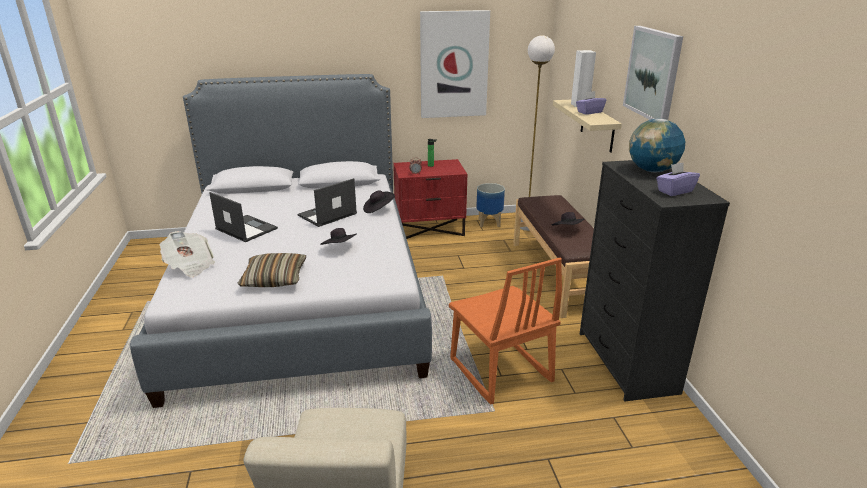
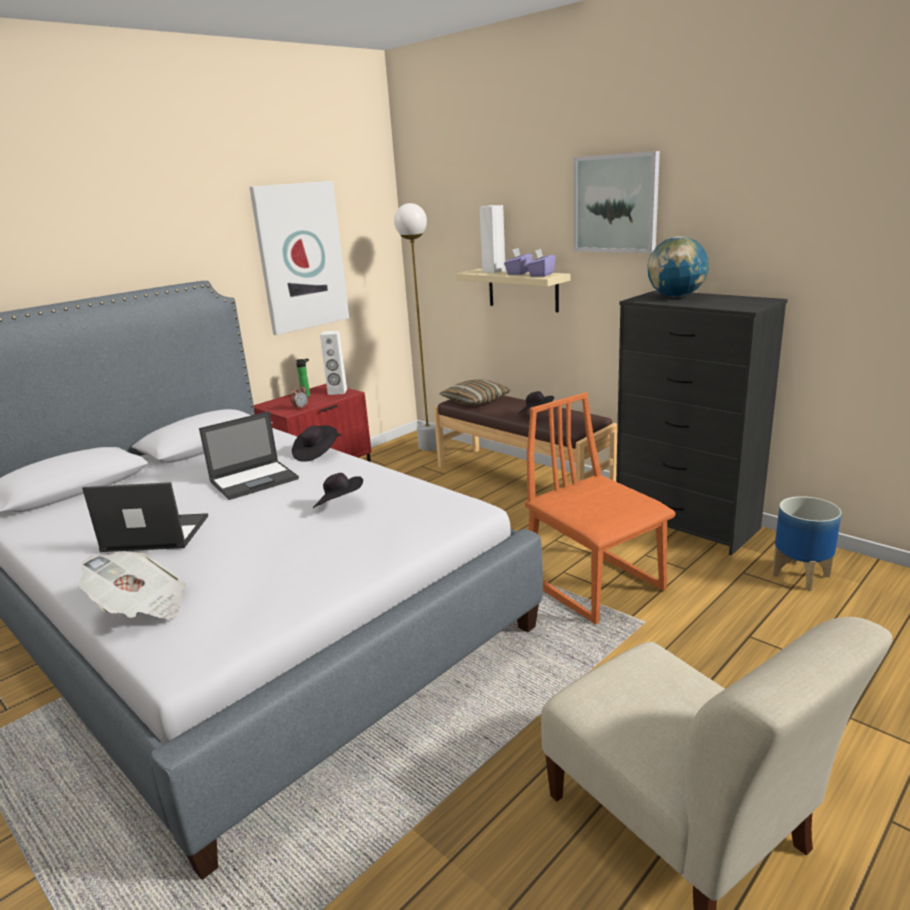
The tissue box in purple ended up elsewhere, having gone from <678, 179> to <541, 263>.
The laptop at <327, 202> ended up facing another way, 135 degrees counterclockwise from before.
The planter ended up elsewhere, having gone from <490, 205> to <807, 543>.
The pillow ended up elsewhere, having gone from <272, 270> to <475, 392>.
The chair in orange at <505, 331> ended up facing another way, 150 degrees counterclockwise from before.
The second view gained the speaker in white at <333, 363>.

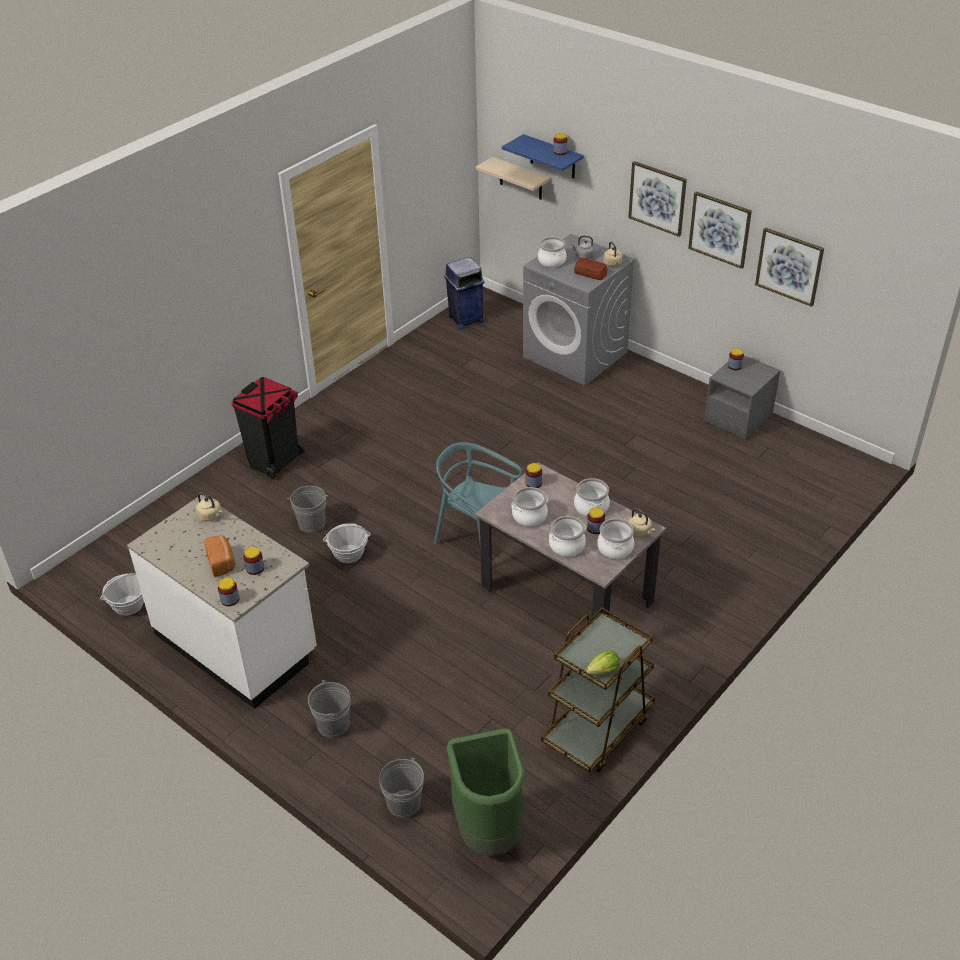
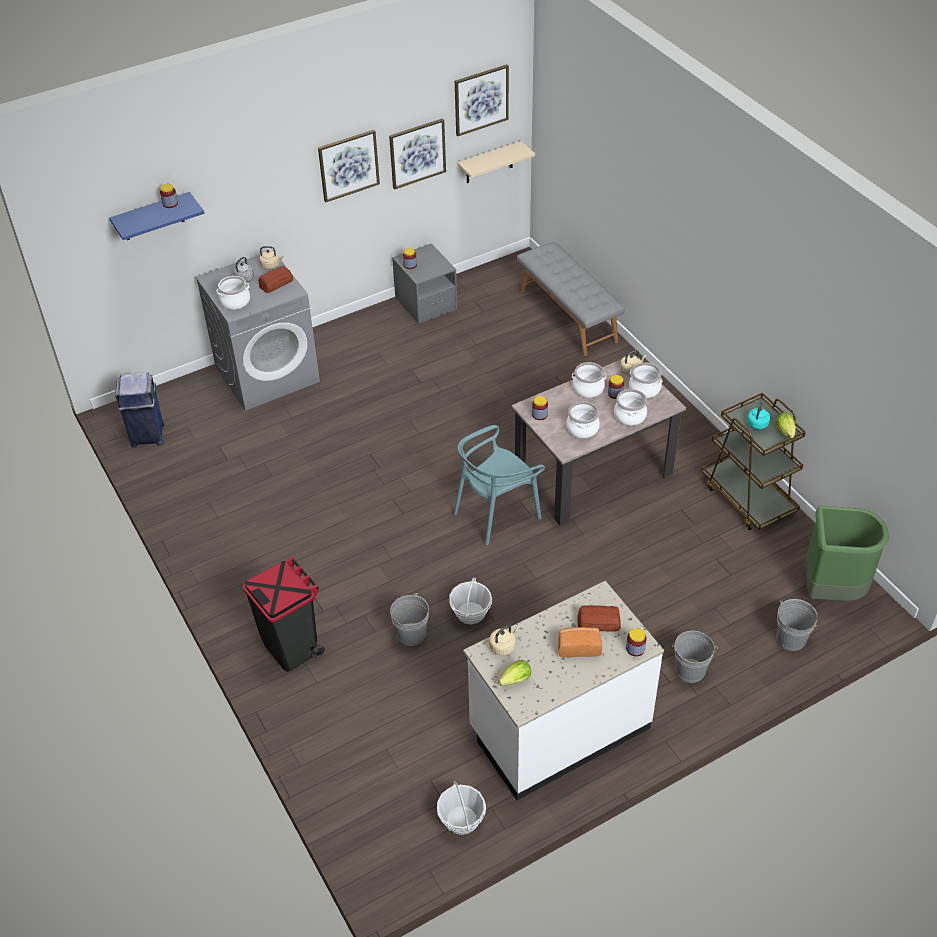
The shelf in beige ended up elsewhere, having gone from <513, 178> to <496, 162>.
The picture ended up elsewhere, having gone from <657, 199> to <482, 100>.
Where the jar stood at <253, 561>, the bread came to stand at <599, 618>.
The second view gained the bench in grey at <571, 299>.
The second view gained the kettle in turquoise at <758, 415>.
The second view gained the lettuce at <514, 673>.

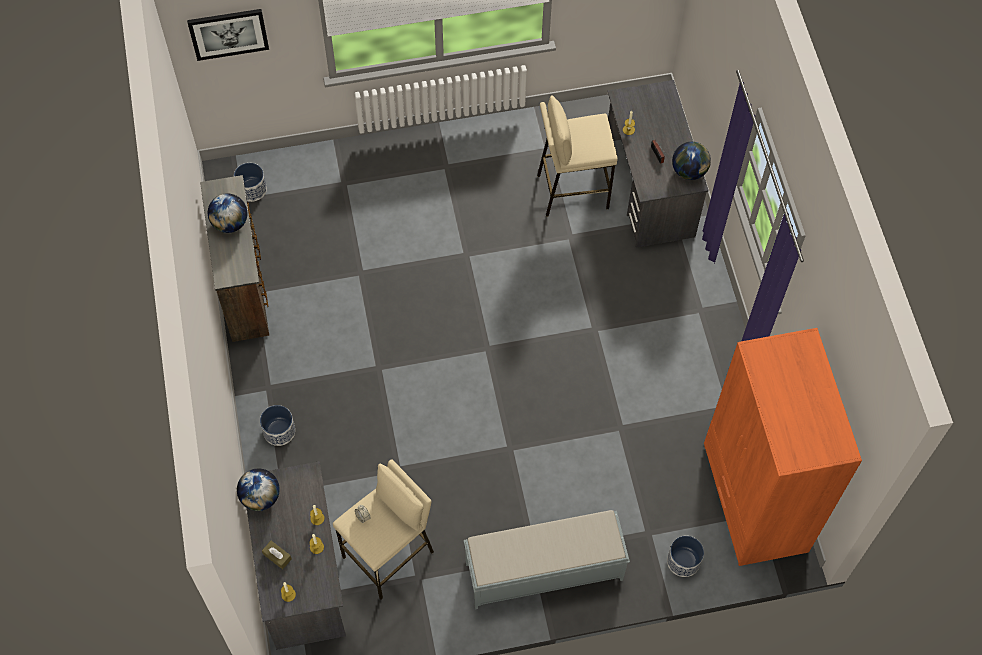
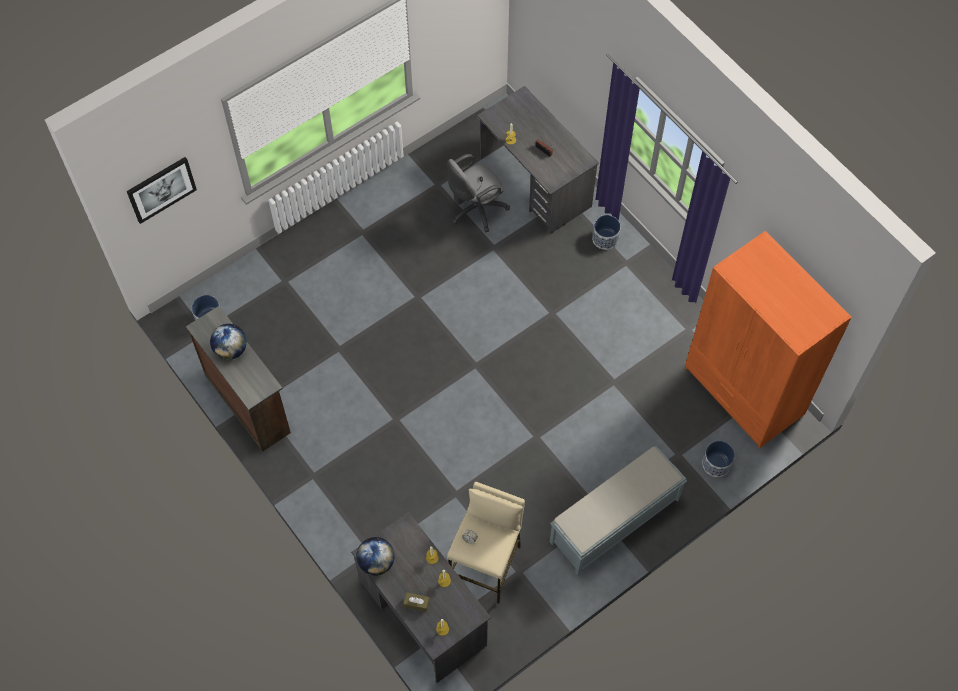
Where the stool in beige stood at <577, 156>, the office chair in grey came to stand at <478, 193>.
The second view lost the globe at <691, 161>.
The planter ended up elsewhere, having gone from <277, 425> to <606, 232>.

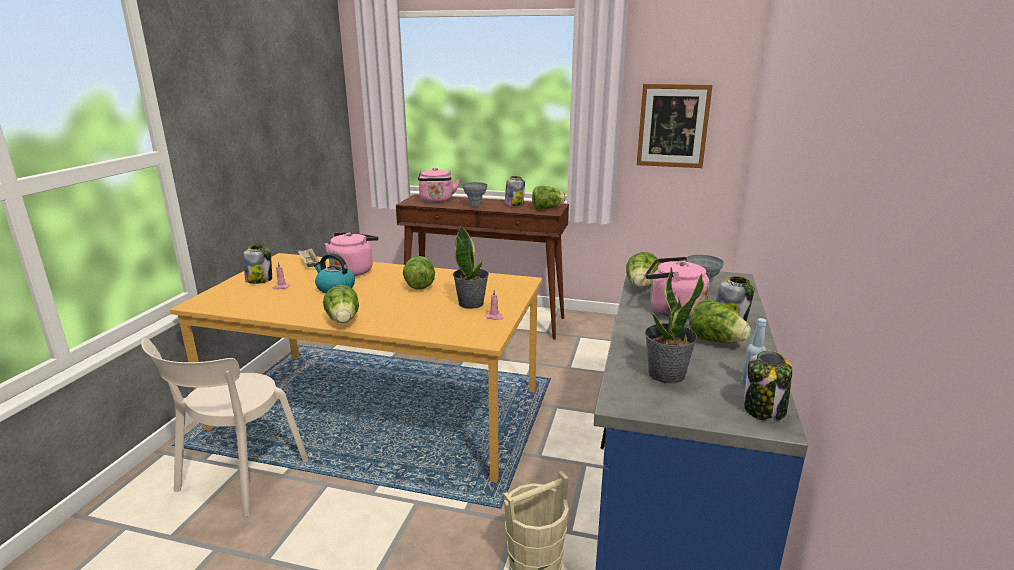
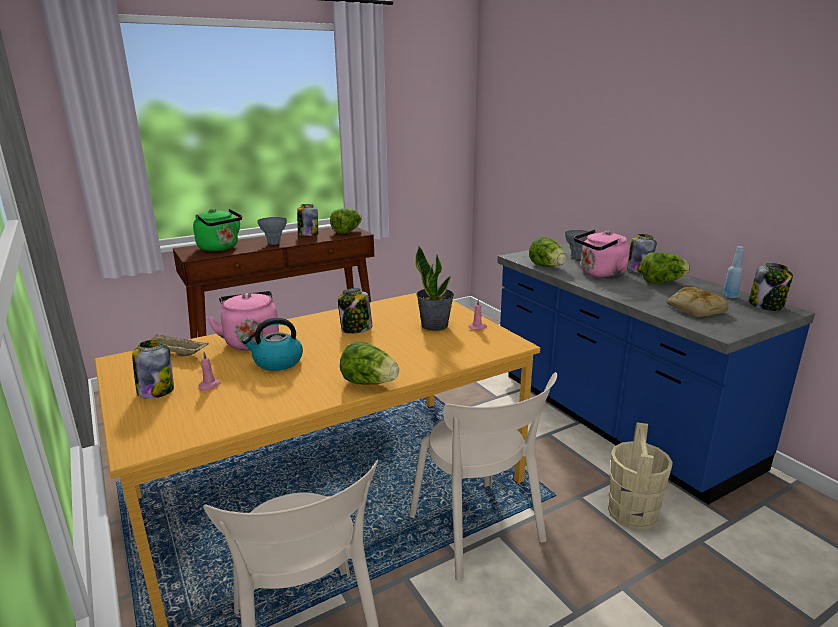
The second view lost the picture at <675, 126>.
What was the kettle in pink at <439, 185> turned into the kettle in green at <217, 230>.
Where the lettuce stood at <419, 273>, the jar came to stand at <355, 311>.
Where the potted plant stood at <674, 325>, the bread came to stand at <697, 302>.
The second view gained the chair in beige at <483, 476>.

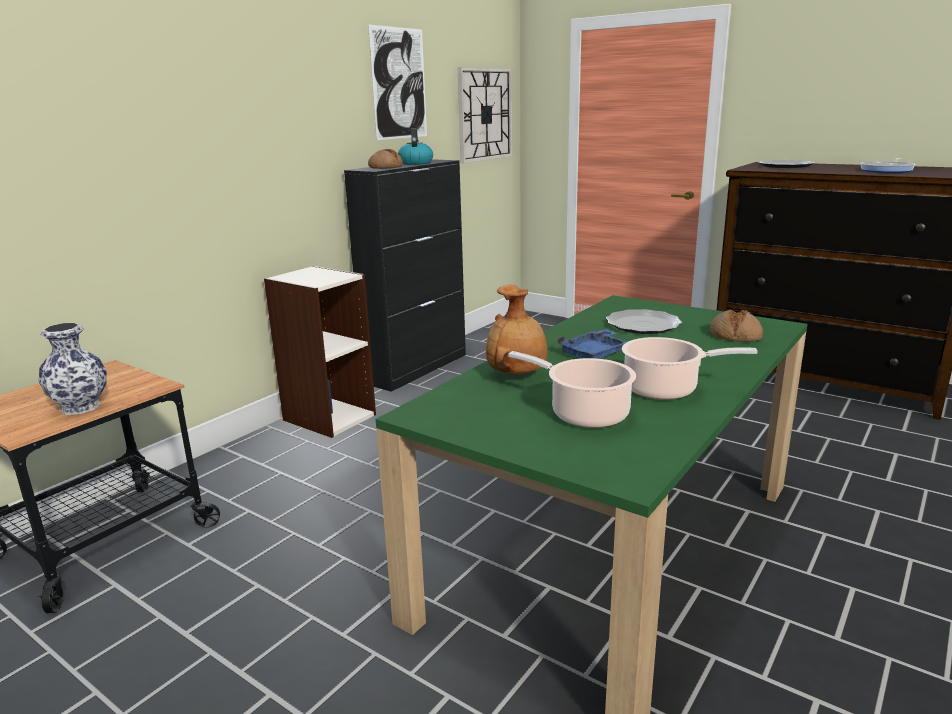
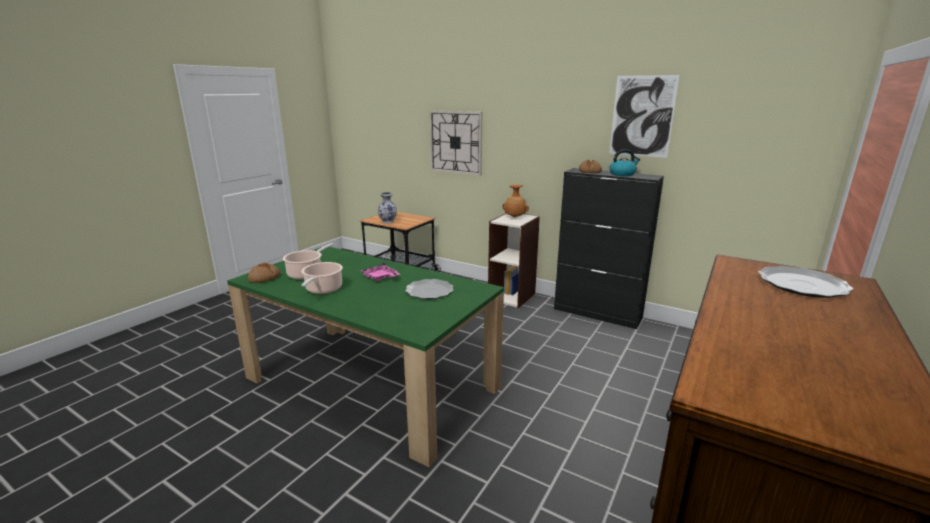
The wall clock ended up elsewhere, having gone from <485, 115> to <455, 143>.
The second view lost the frying pan at <887, 165>.
The vase in brown ended up elsewhere, having gone from <517, 329> to <515, 201>.
The bread ended up elsewhere, having gone from <736, 326> to <264, 273>.
What was the tray in blue at <592, 344> turned into the tray in pink at <380, 271>.

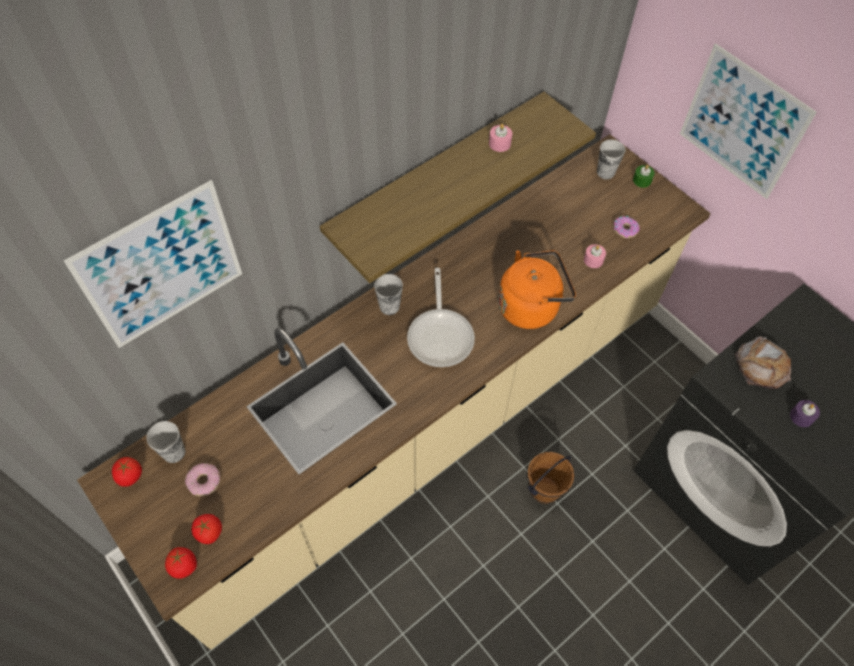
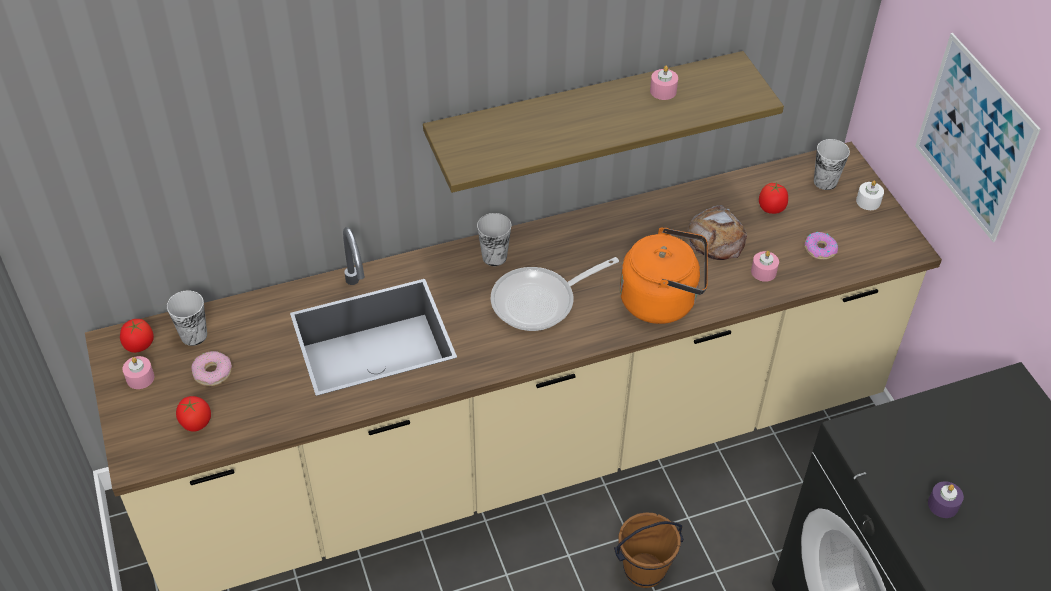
What was the candle in green at <644, 176> turned into the candle in white at <870, 195>.
The second view lost the picture at <153, 264>.
The frying pan at <441, 317> ended up facing another way, 45 degrees clockwise from before.
The bread ended up elsewhere, having gone from <763, 362> to <717, 232>.
The tomato ended up elsewhere, having gone from <181, 563> to <773, 198>.
The second view gained the candle in pink at <138, 372>.

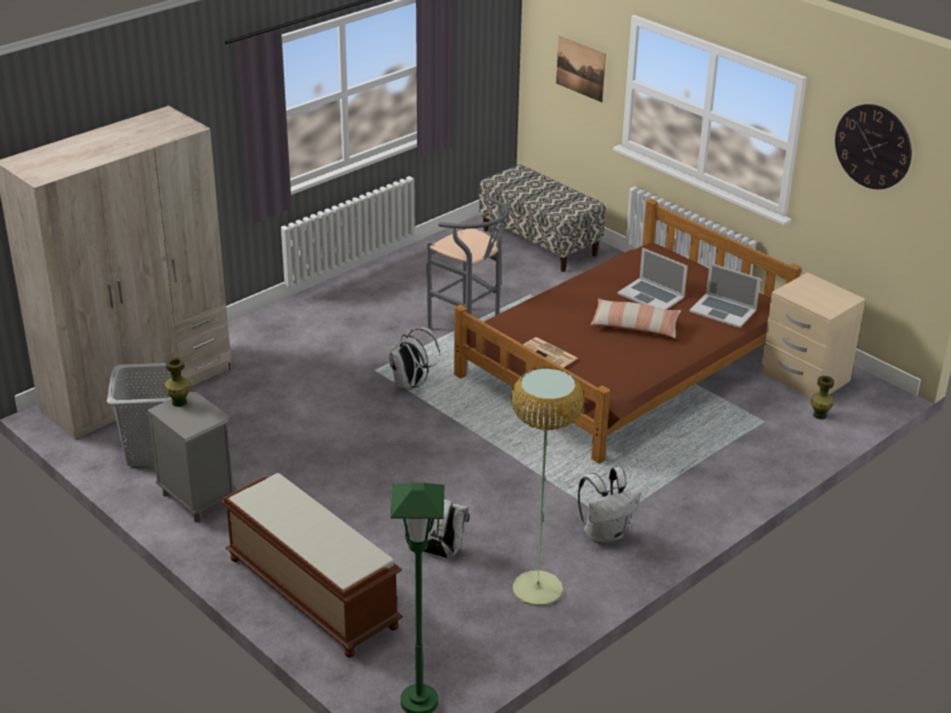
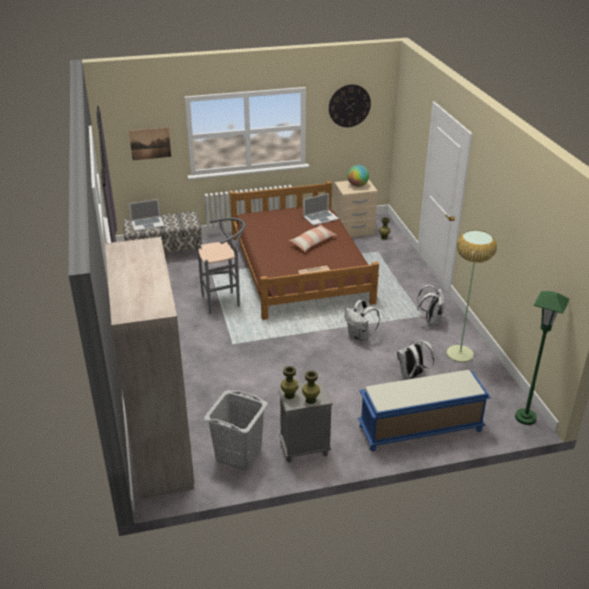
The laptop ended up elsewhere, having gone from <652, 279> to <147, 215>.
The backpack in white ended up elsewhere, having gone from <414, 358> to <362, 321>.
What was the bench in brown at <312, 565> turned into the bench in blue at <424, 410>.
The second view gained the globe at <358, 176>.
The second view gained the vase in green at <311, 387>.

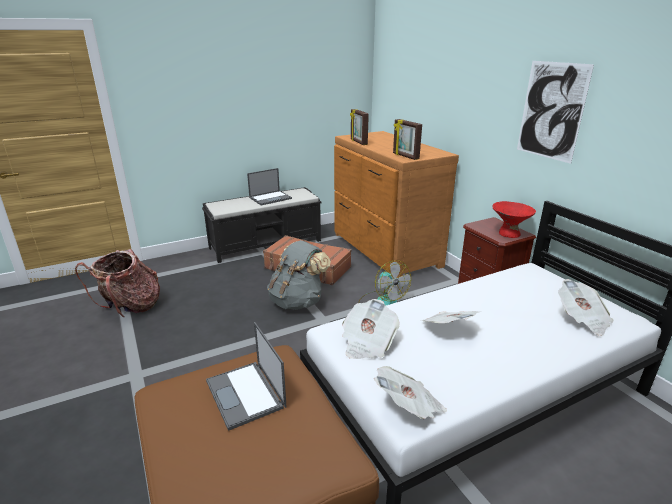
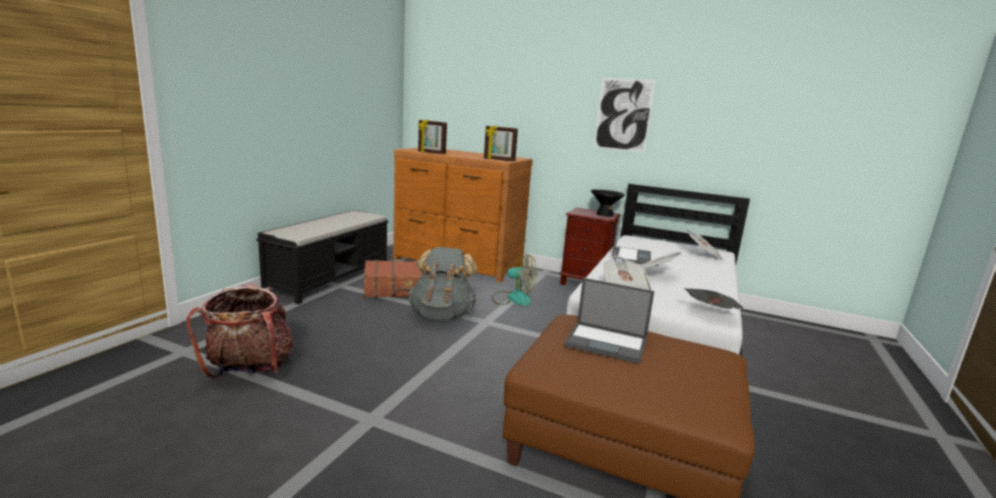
The laptop ended up elsewhere, having gone from <269, 186> to <631, 240>.
What was the bowl in red at <514, 219> turned into the bowl in black at <608, 202>.

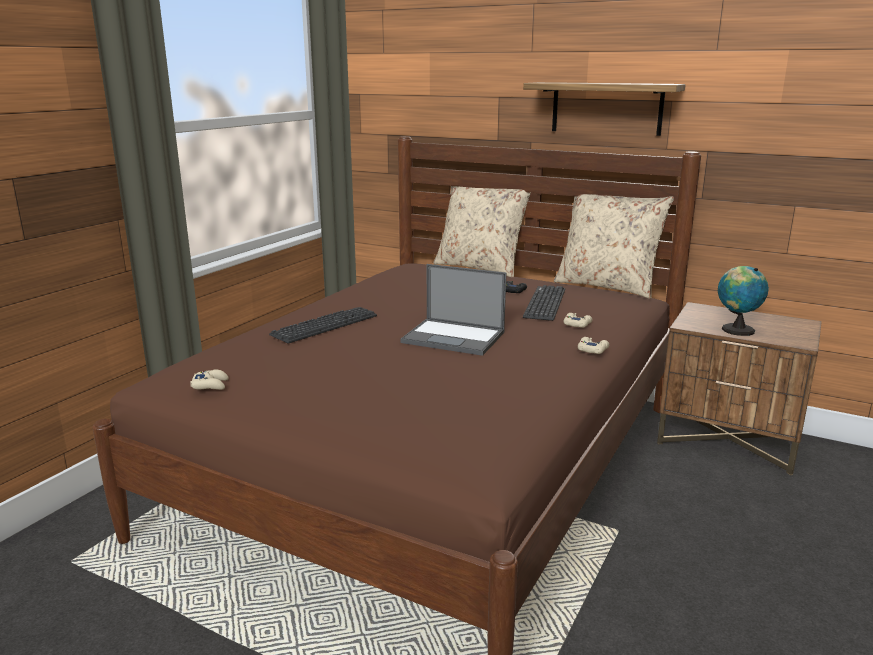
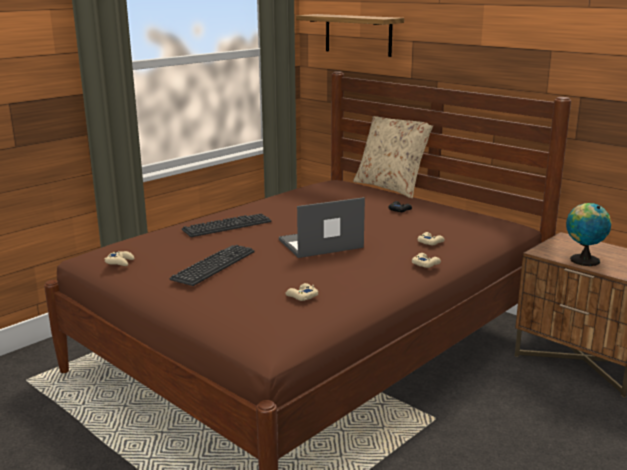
The shelf ended up elsewhere, having gone from <604, 109> to <350, 35>.
The second view lost the pillow in beige at <614, 246>.
The laptop at <453, 310> ended up facing another way, 120 degrees clockwise from before.
The keyboard ended up elsewhere, having gone from <544, 303> to <212, 265>.
The second view gained the game controller in beige at <301, 292>.

